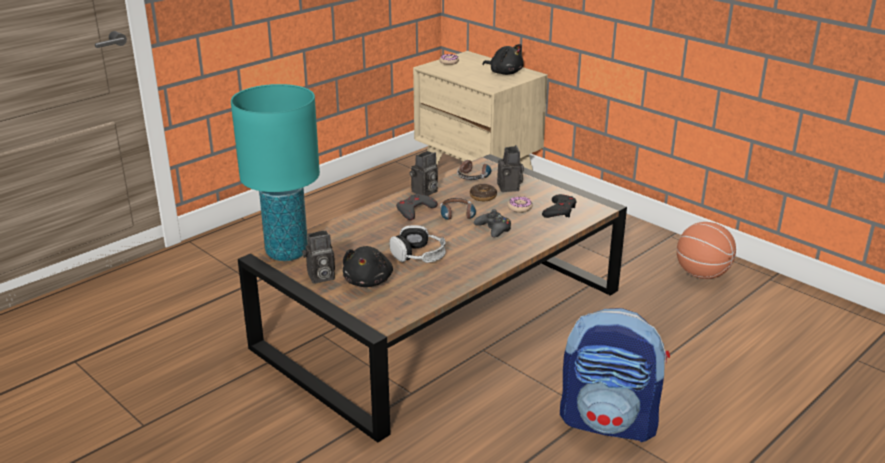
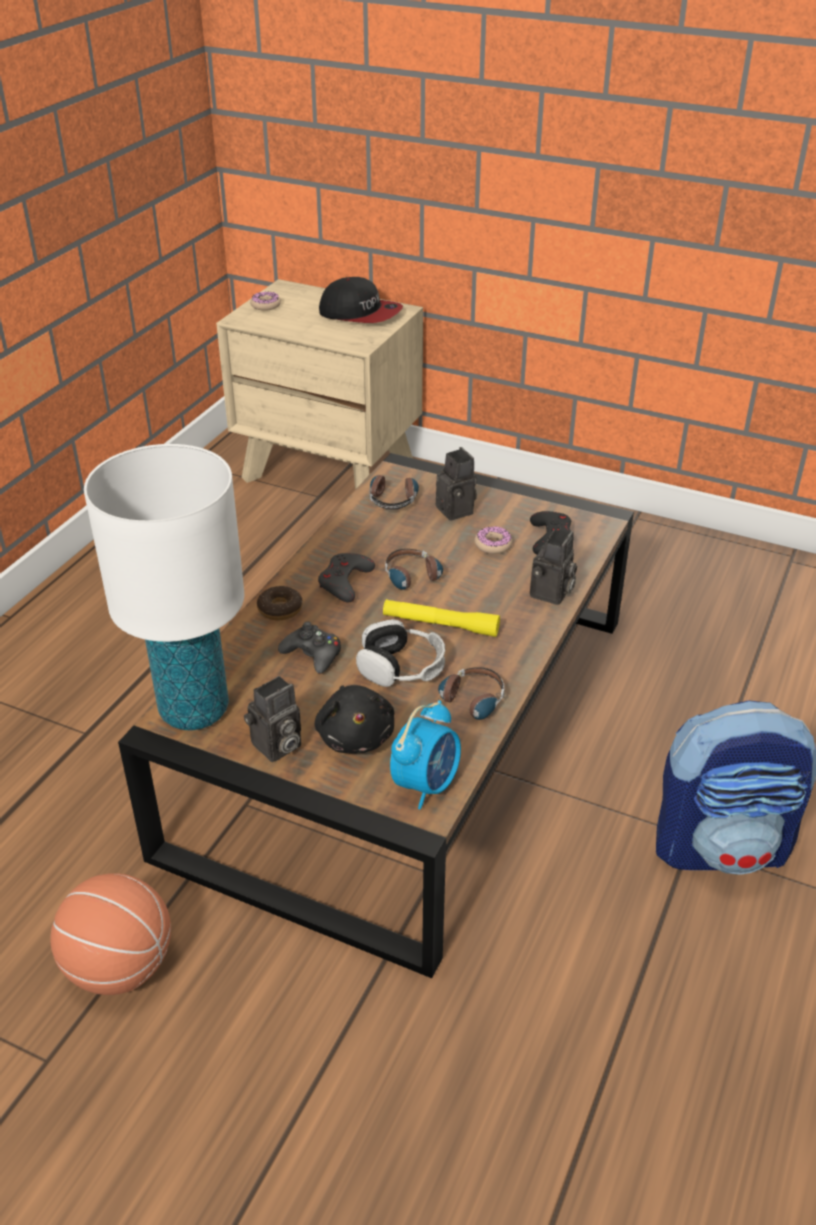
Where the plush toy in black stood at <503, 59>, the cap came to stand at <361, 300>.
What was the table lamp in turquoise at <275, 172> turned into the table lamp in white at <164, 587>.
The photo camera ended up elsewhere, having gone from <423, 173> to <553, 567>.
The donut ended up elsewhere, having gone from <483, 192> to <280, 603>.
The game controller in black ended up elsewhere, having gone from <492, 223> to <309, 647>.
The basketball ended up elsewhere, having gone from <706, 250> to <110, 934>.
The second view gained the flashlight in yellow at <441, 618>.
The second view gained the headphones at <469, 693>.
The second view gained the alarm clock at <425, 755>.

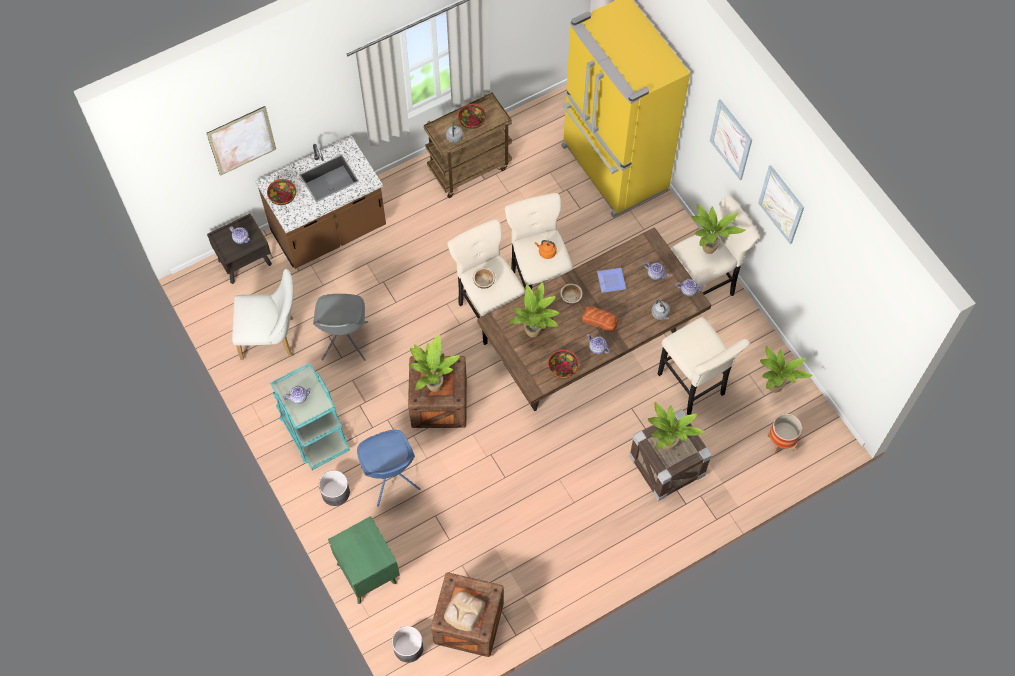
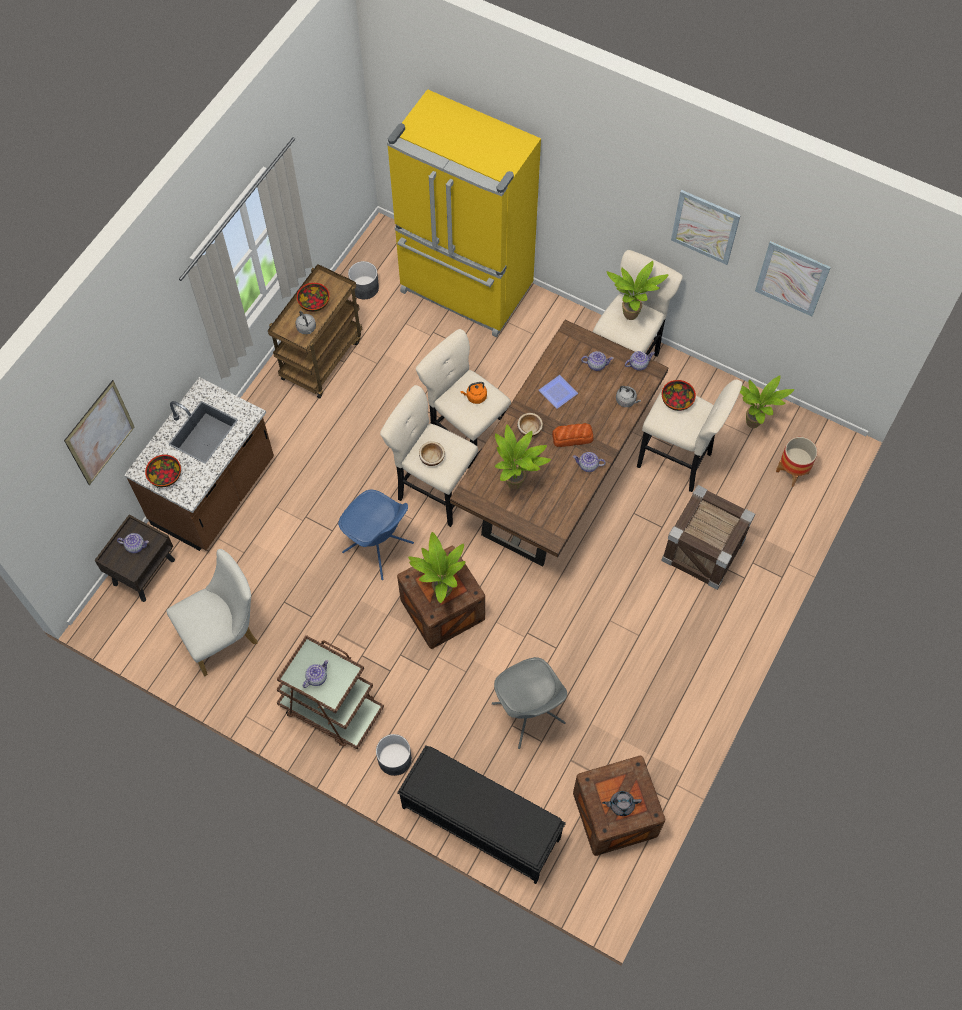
The picture ended up elsewhere, having gone from <731, 139> to <793, 278>.
The chair in grey ended up elsewhere, having gone from <340, 327> to <529, 703>.
The bowl ended up elsewhere, having gone from <563, 364> to <679, 395>.
What was the cart in turquoise at <310, 416> turned into the cart in brown at <330, 692>.
The second view lost the potted plant at <676, 426>.
The chair in blue ended up elsewhere, having gone from <388, 468> to <376, 535>.
Where the nightstand in green stood at <364, 560>, the bench in black came to stand at <481, 814>.
Where the bread stood at <464, 611>, the teapot in grey came to stand at <622, 803>.
The planter in grey ended up elsewhere, having gone from <408, 644> to <363, 280>.

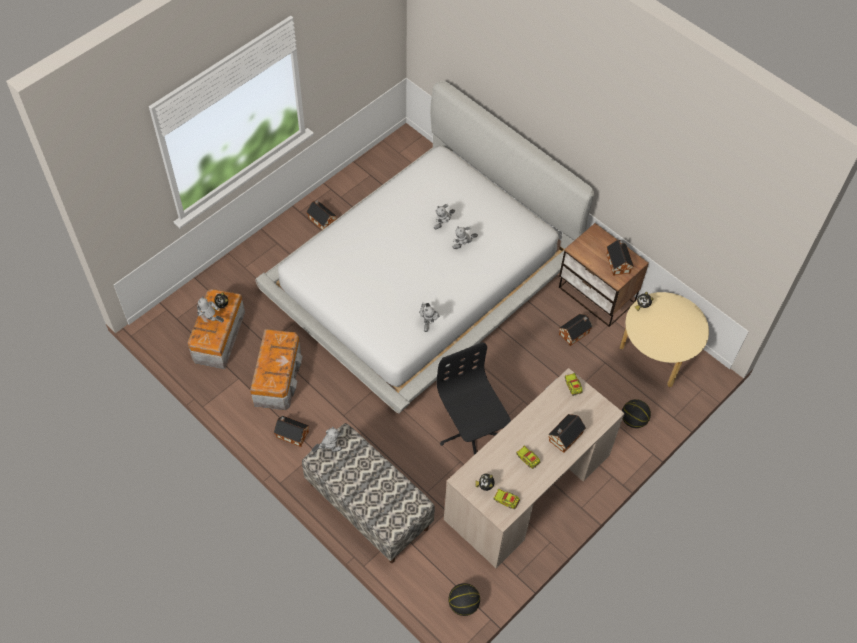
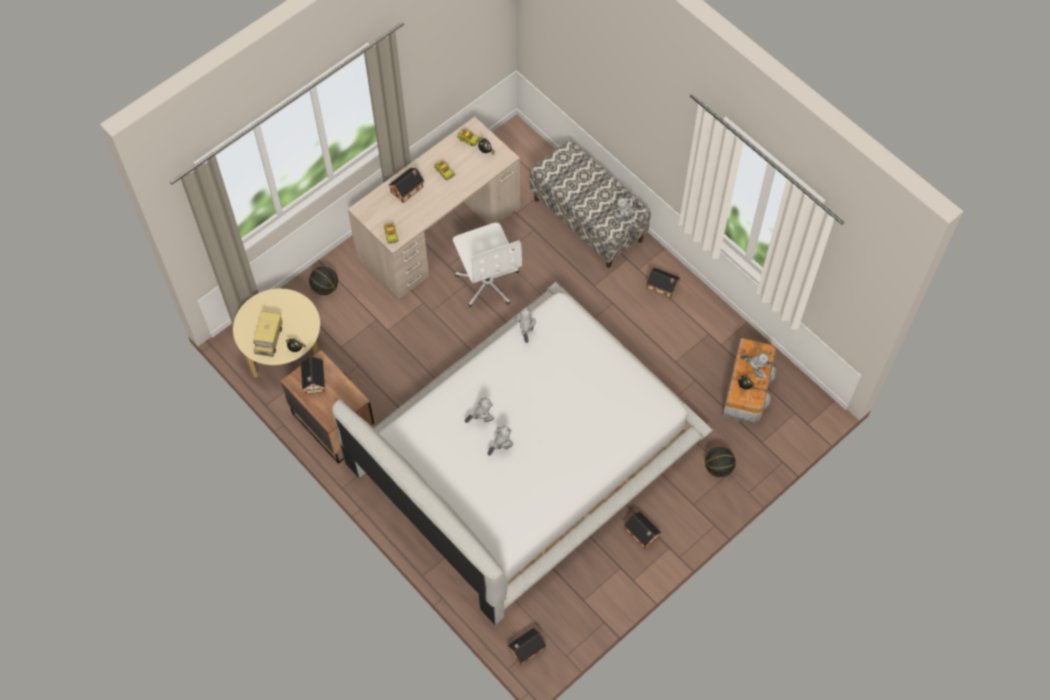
The toy house ended up elsewhere, having gone from <575, 330> to <527, 647>.
The second view lost the storage box at <276, 369>.
What was the office chair in black at <473, 398> turned into the office chair in white at <487, 265>.
The basketball ended up elsewhere, having gone from <464, 599> to <720, 462>.
The second view gained the toy truck at <268, 334>.

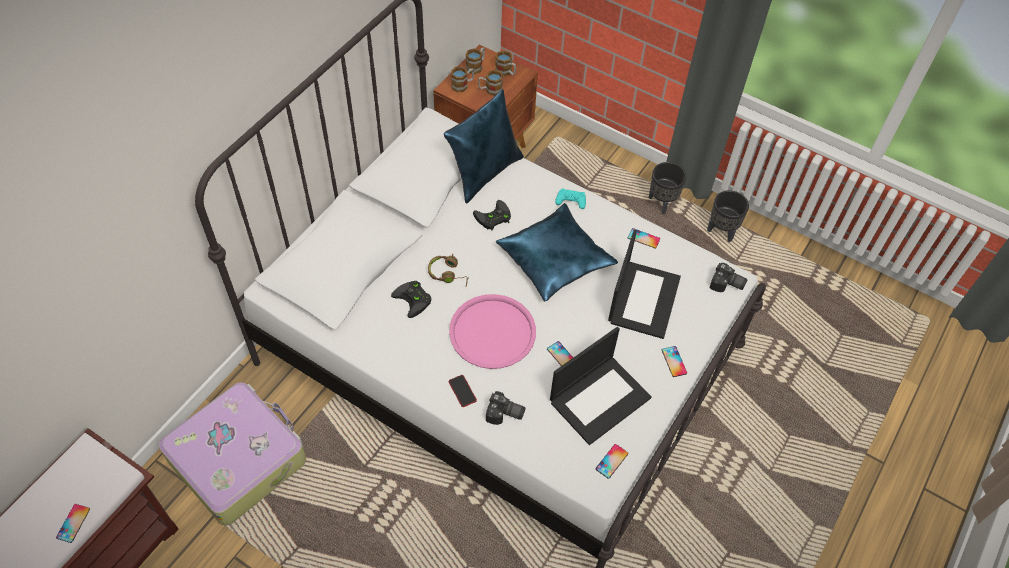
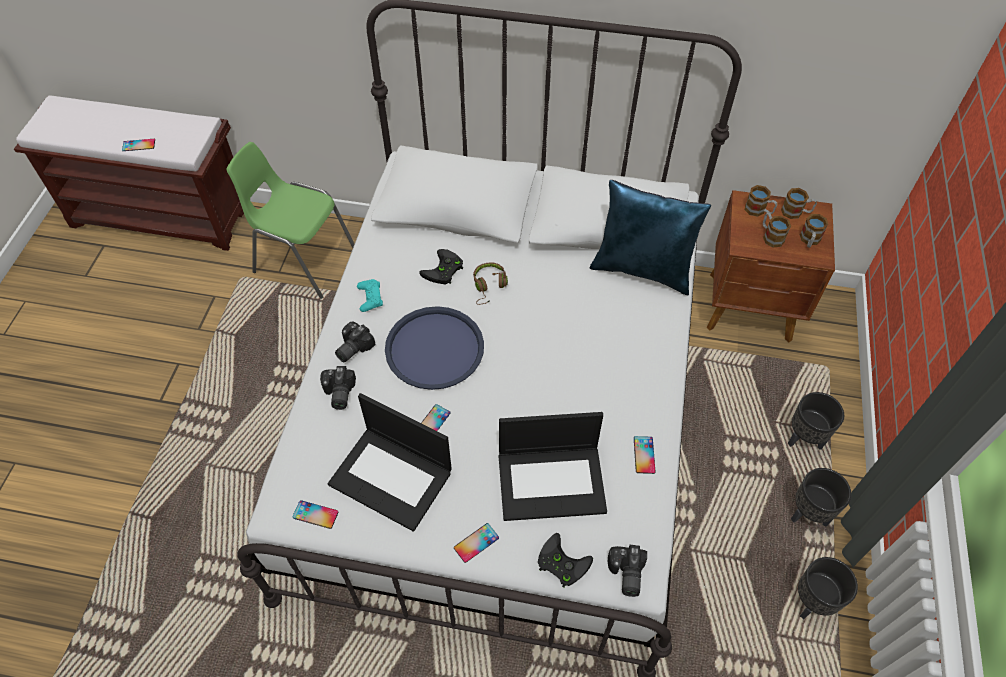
The game controller in turquoise ended up elsewhere, having gone from <570, 199> to <370, 295>.
The game controller in black ended up elsewhere, having gone from <492, 215> to <565, 560>.
The second view lost the pillow in blue at <557, 252>.
What was the tray in pink at <492, 331> turned into the tray in blue at <434, 348>.
Where the phone stood at <463, 391>, the photo camera came to stand at <355, 342>.
Where the suitcase stood at <232, 454>, the chair in green came to stand at <290, 220>.
The second view gained the planter in black at <816, 421>.

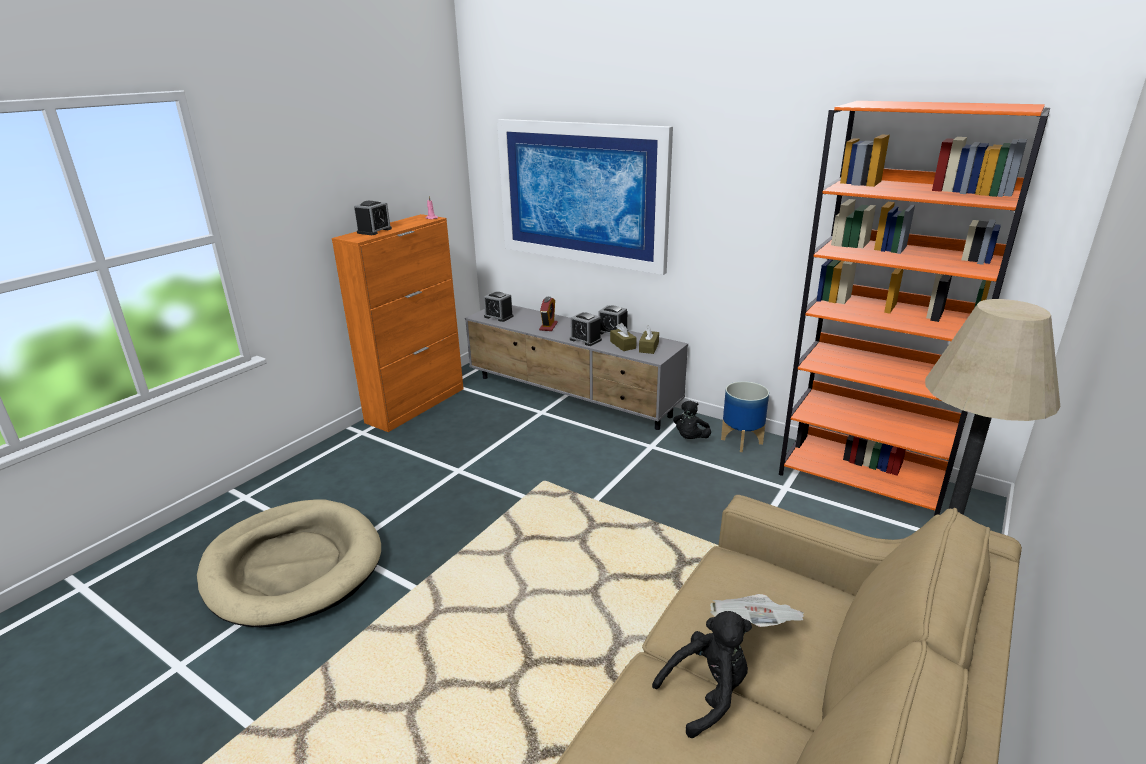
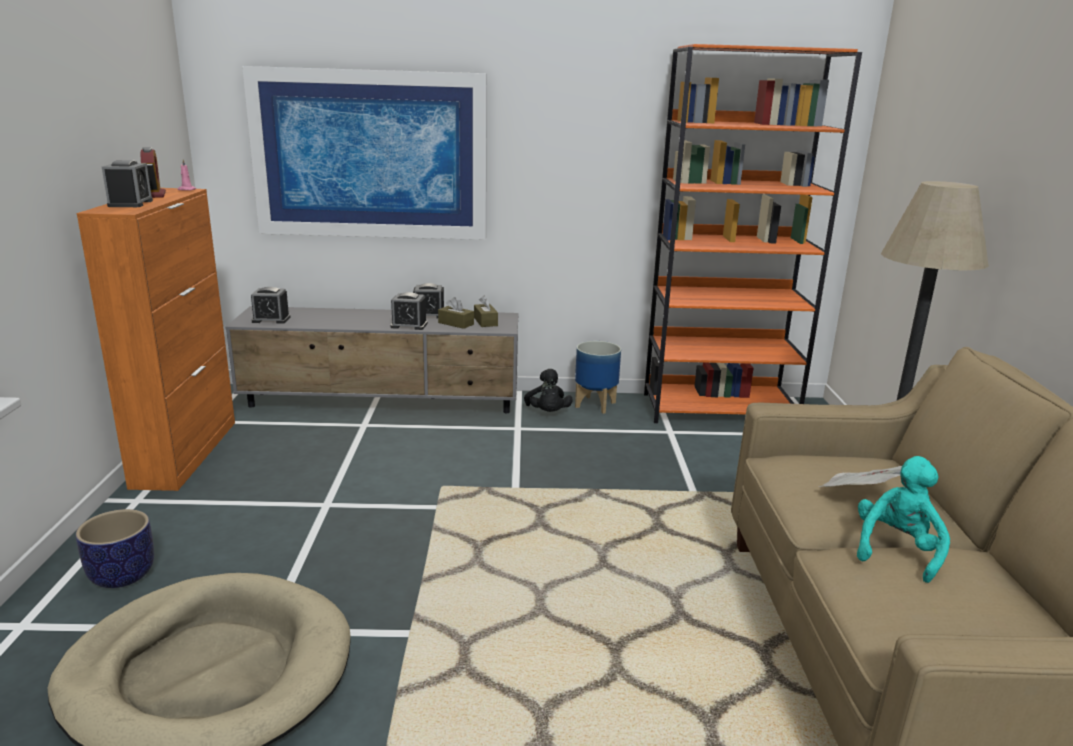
The alarm clock ended up elsewhere, having gone from <548, 314> to <153, 172>.
What was the plush toy in black at <702, 674> turned into the plush toy in turquoise at <903, 519>.
The second view gained the planter at <115, 548>.

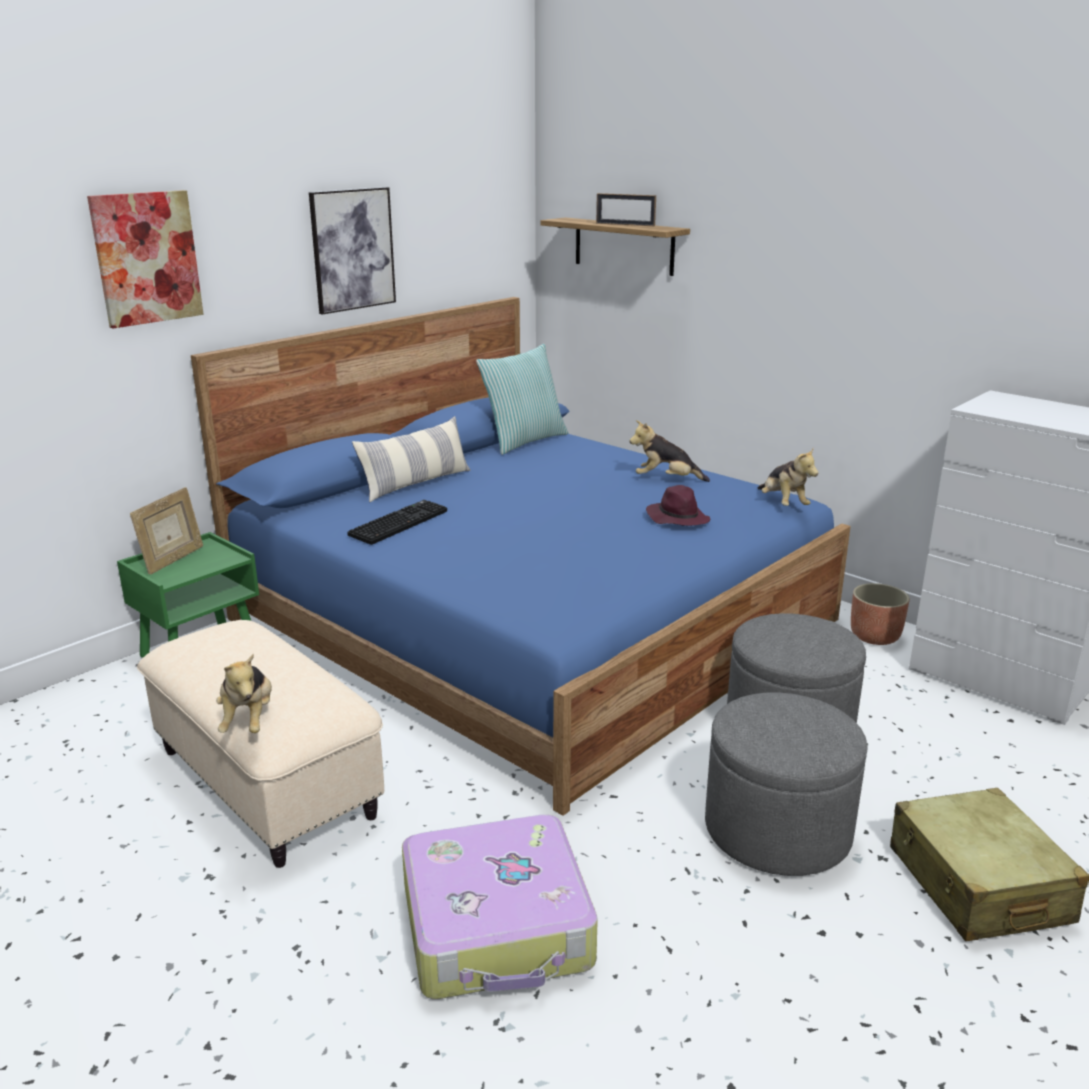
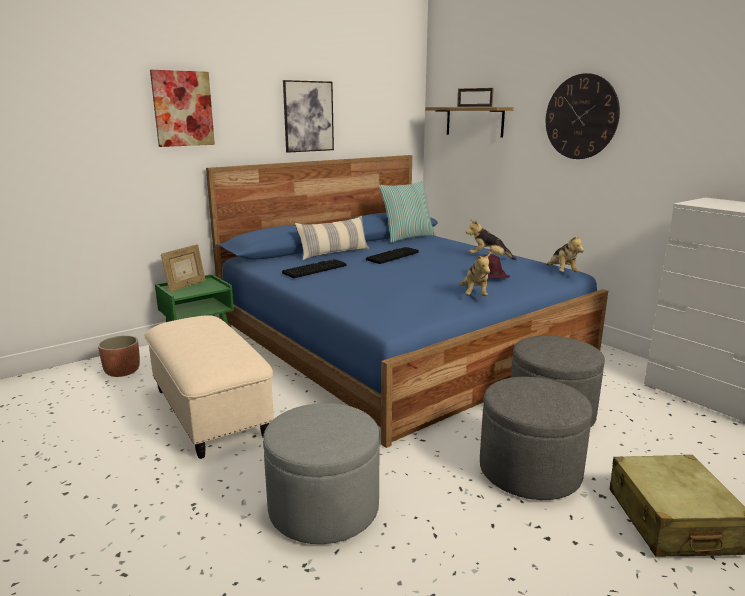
The planter ended up elsewhere, having gone from <880, 614> to <119, 356>.
The plush toy ended up elsewhere, having gone from <244, 693> to <474, 274>.
Where the suitcase stood at <500, 907>, the ottoman in grey came to stand at <321, 473>.
The second view gained the wall clock at <583, 116>.
The second view gained the keyboard at <392, 255>.

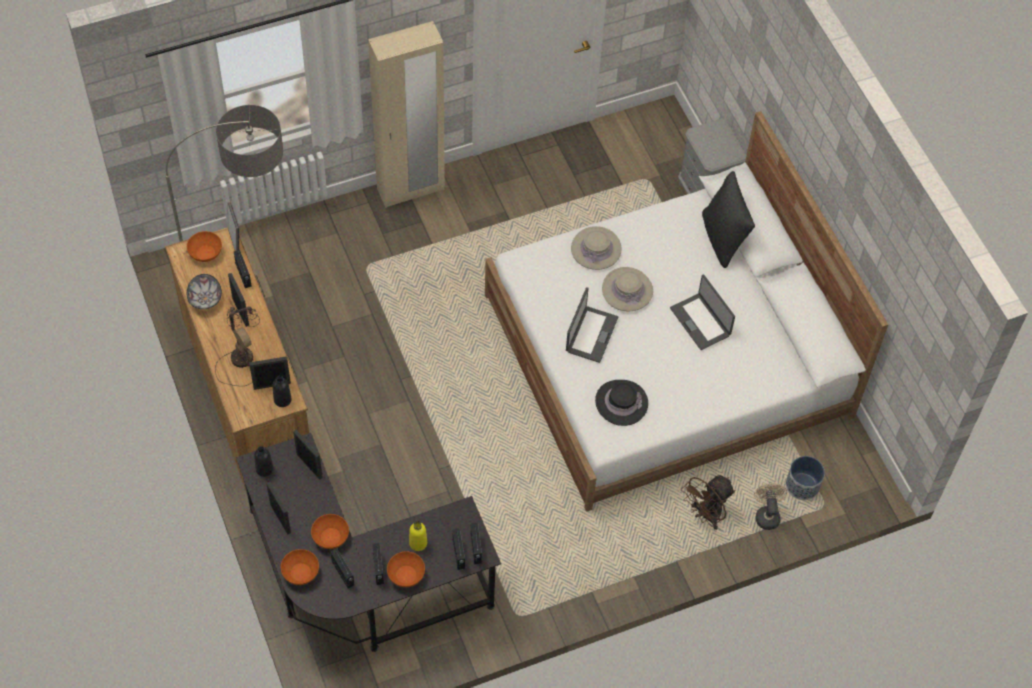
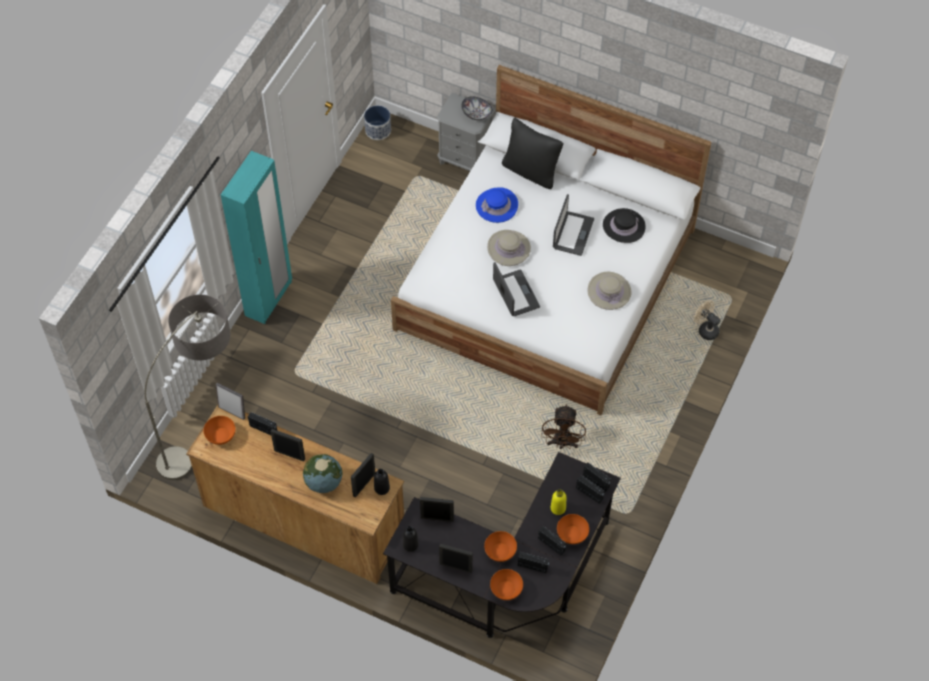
What was the wardrobe in beige at <406, 114> turned into the wardrobe in turquoise at <256, 237>.
The hat in beige ended up elsewhere, having gone from <596, 248> to <610, 291>.
The bowl ended up elsewhere, having gone from <204, 291> to <476, 108>.
The laptop at <702, 312> ended up facing another way, 90 degrees counterclockwise from before.
Where the table lamp stood at <237, 346>, the globe came to stand at <323, 473>.
The hat in black ended up elsewhere, having gone from <621, 403> to <624, 225>.
The planter ended up elsewhere, having gone from <805, 478> to <377, 123>.
The fan in brown ended up elsewhere, having gone from <708, 502> to <563, 426>.
The second view gained the hat in blue at <497, 205>.

